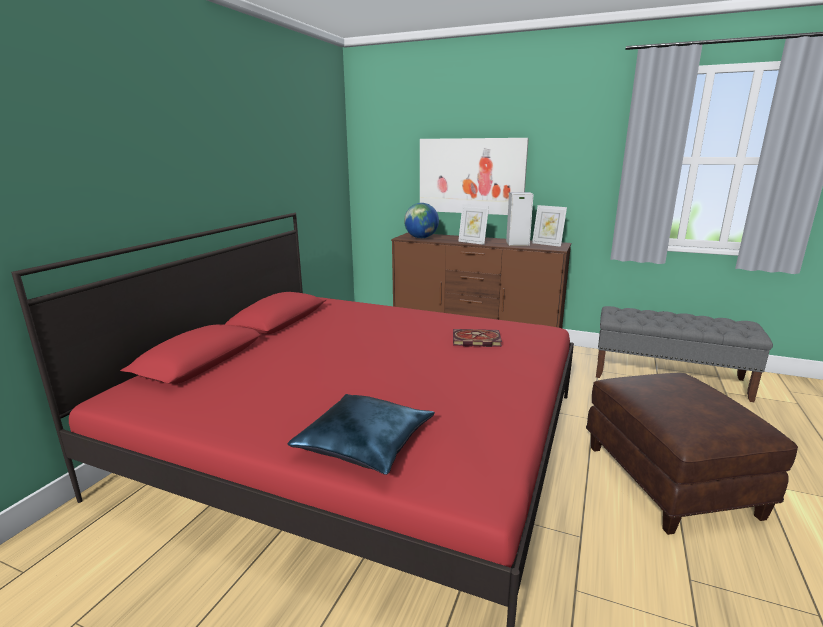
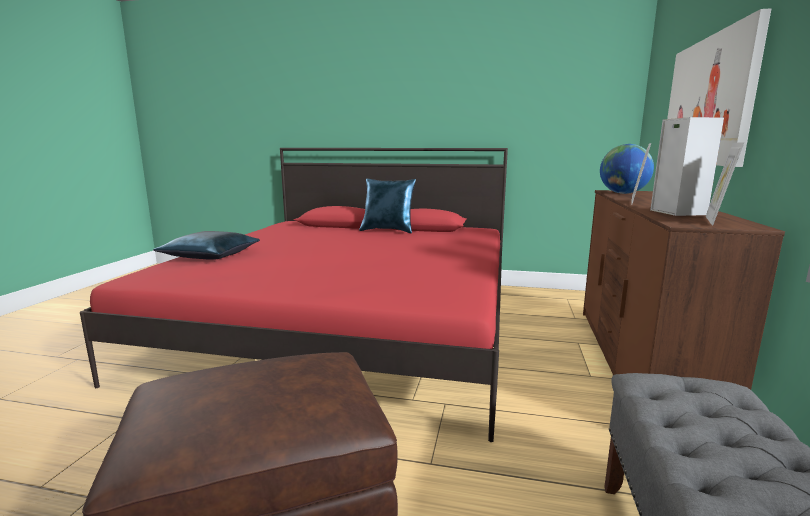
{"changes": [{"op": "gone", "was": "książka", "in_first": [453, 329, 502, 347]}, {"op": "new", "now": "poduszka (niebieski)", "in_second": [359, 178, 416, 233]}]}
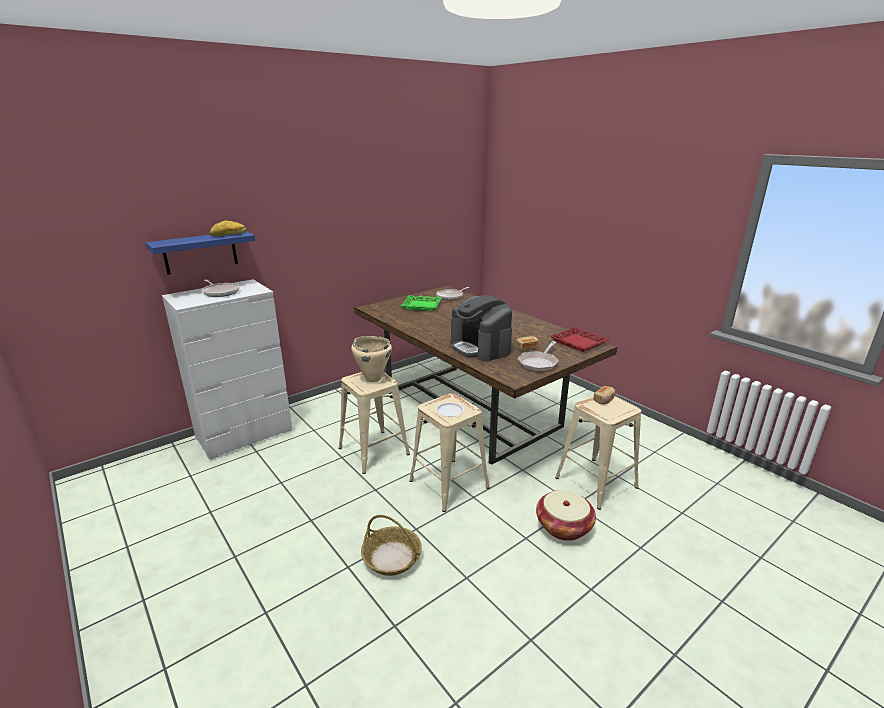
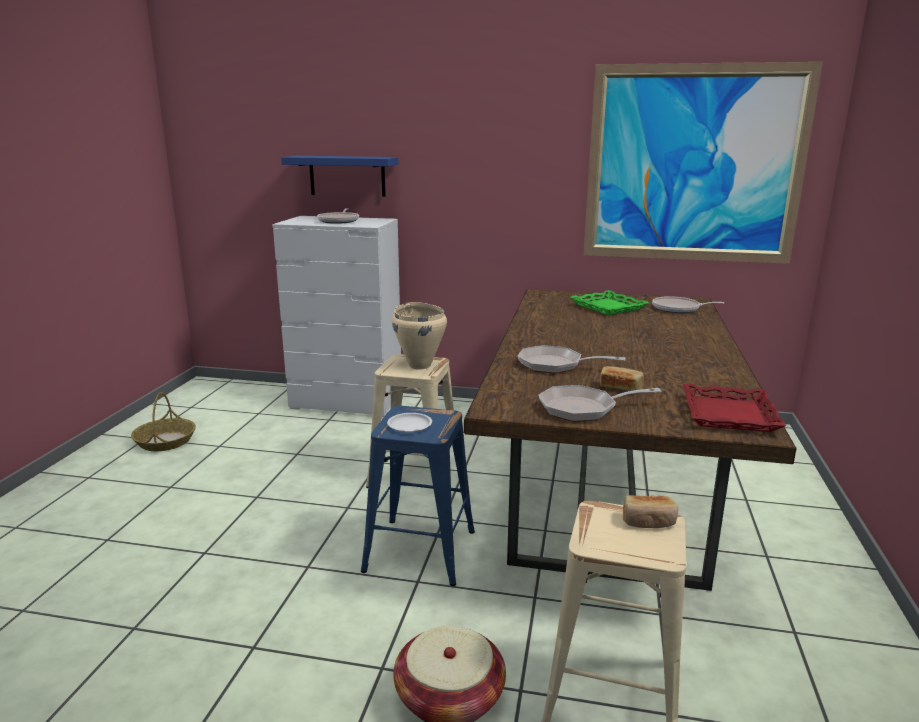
{"changes": [{"op": "gone", "was": "chleb", "in_first": [210, 220, 246, 237]}, {"op": "swapped", "was": "ekspres do kawy", "now": "patelnia", "in_first": [451, 295, 512, 362], "in_second": [518, 345, 625, 373]}, {"op": "repainted", "was": "stołek (beżowy)", "now": "stołek (niebieski)", "in_first": [409, 393, 490, 512], "in_second": [361, 406, 475, 586]}, {"op": "shifted", "was": "koszyk", "in_first": [361, 515, 422, 576], "in_second": [131, 392, 196, 451]}, {"op": "new", "now": "obraz", "in_second": [583, 62, 823, 264]}]}
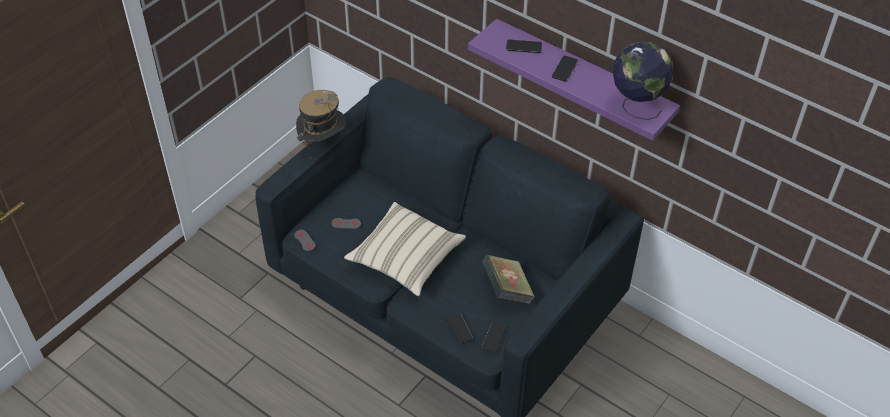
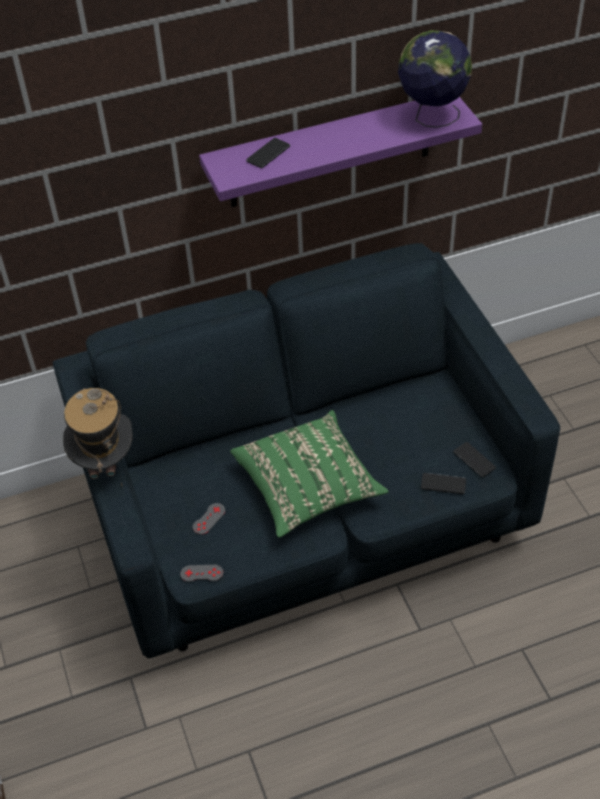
{"changes": [{"op": "gone", "was": "telefon", "in_first": [552, 55, 578, 82]}, {"op": "repainted", "was": "poduszka (beżowy)", "now": "poduszka (zielony)", "in_first": [344, 202, 466, 296], "in_second": [230, 410, 389, 538]}, {"op": "gone", "was": "książka", "in_first": [482, 255, 535, 304]}]}
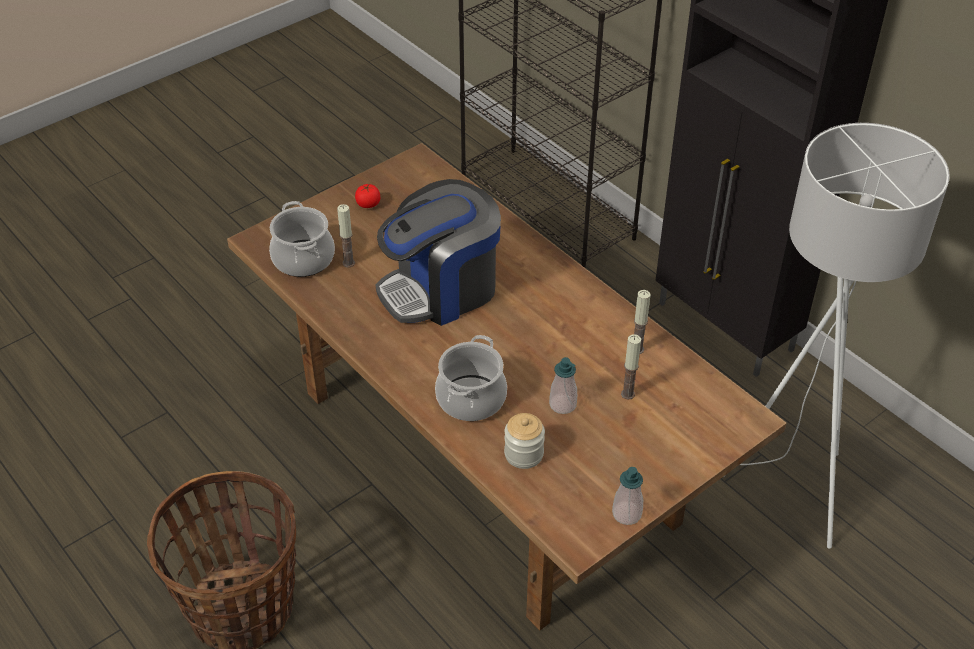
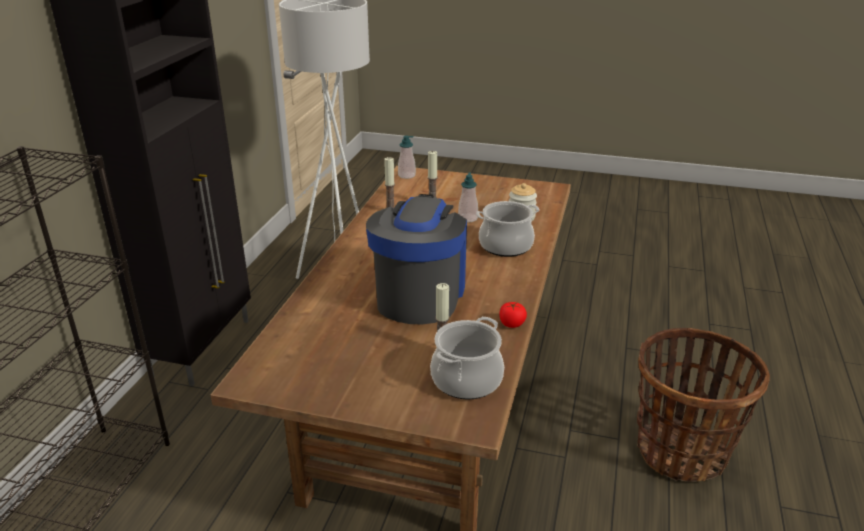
{"changes": [{"op": "rotated", "was": "ekspres do kawy", "in_first": [376, 179, 501, 326], "in_second": [366, 194, 467, 324], "clockwise": -105}, {"op": "shifted", "was": "pomidor", "in_first": [355, 184, 380, 208], "in_second": [499, 302, 527, 328]}, {"op": "shifted", "was": "dozownik mydła", "in_first": [612, 467, 643, 525], "in_second": [398, 136, 416, 179]}]}
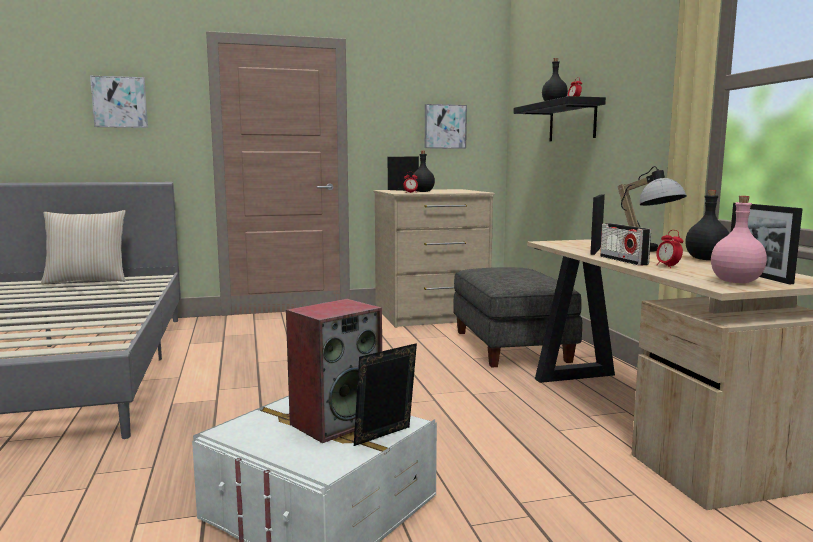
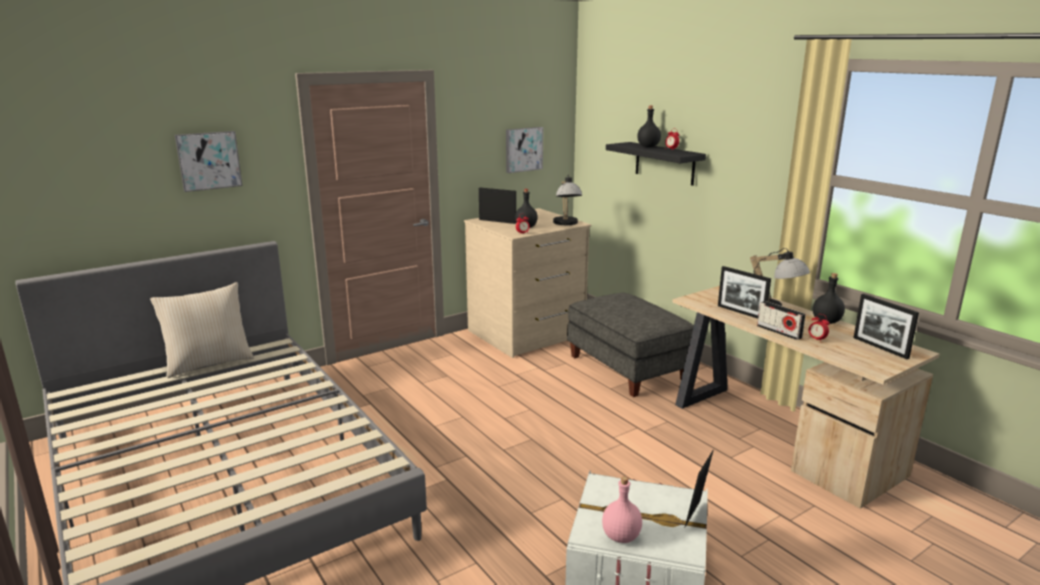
{"changes": [{"op": "rotated", "was": "ramka na zdjęcie", "in_first": [590, 194, 605, 255], "in_second": [718, 266, 771, 319], "clockwise": -45}, {"op": "shifted", "was": "butelka (różowy)", "in_first": [711, 196, 767, 283], "in_second": [602, 476, 642, 543]}, {"op": "gone", "was": "głośnik", "in_first": [286, 299, 382, 443]}, {"op": "new", "now": "lampa stołowa", "in_second": [553, 174, 582, 225]}]}
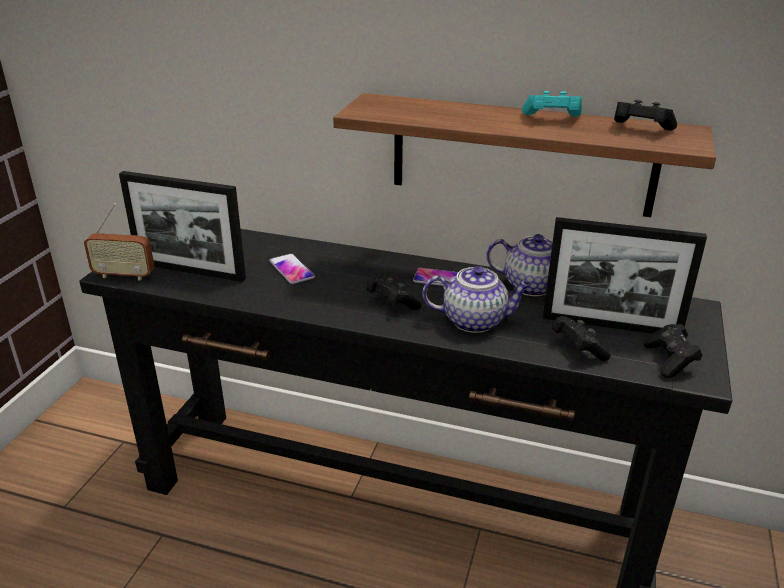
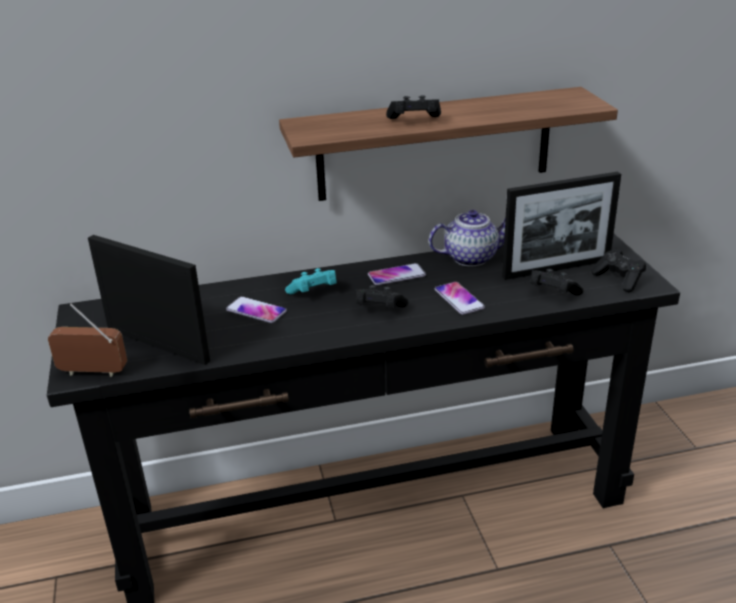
{"changes": [{"op": "shifted", "was": "pad do gier (turkusowy)", "in_first": [522, 91, 582, 117], "in_second": [285, 268, 337, 294]}, {"op": "shifted", "was": "pad do gier (czarny)", "in_first": [614, 100, 677, 131], "in_second": [386, 95, 441, 119]}, {"op": "rotated", "was": "ramka na zdjęcie", "in_first": [119, 171, 246, 282], "in_second": [88, 235, 210, 365], "clockwise": -135}, {"op": "rotated", "was": "radio", "in_first": [84, 203, 154, 281], "in_second": [48, 304, 127, 377], "clockwise": -150}, {"op": "swapped", "was": "imbryk", "now": "telefon", "in_first": [423, 266, 532, 333], "in_second": [435, 282, 485, 315]}]}
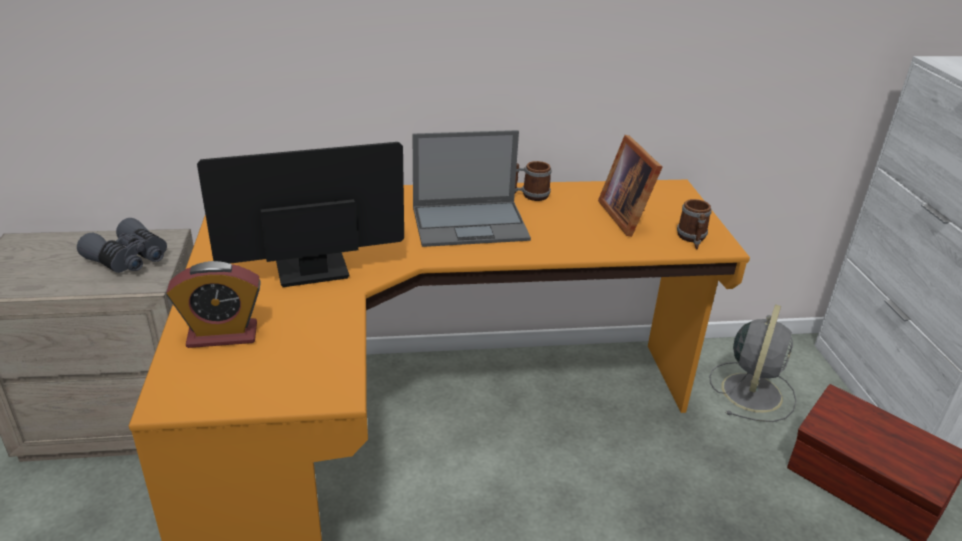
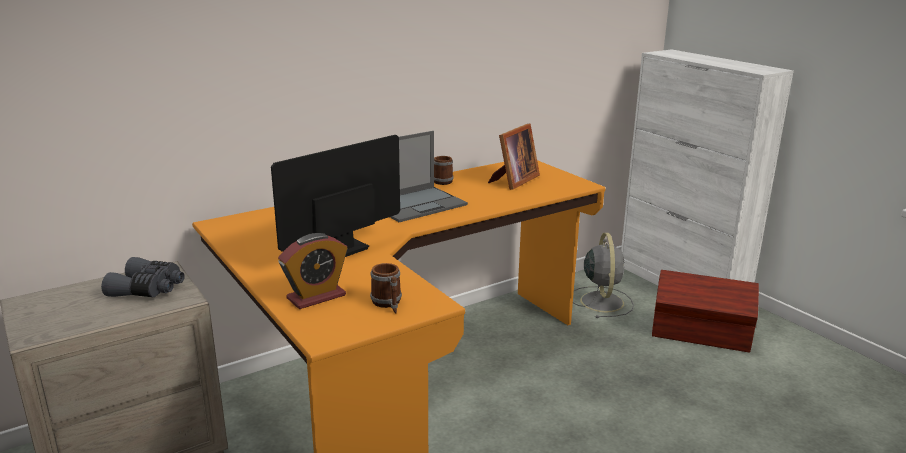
{"changes": [{"op": "rotated", "was": "ramka na zdjęcie", "in_first": [598, 135, 663, 237], "in_second": [488, 124, 540, 190], "clockwise": -105}, {"op": "shifted", "was": "kubek", "in_first": [677, 199, 712, 249], "in_second": [370, 263, 402, 313]}]}
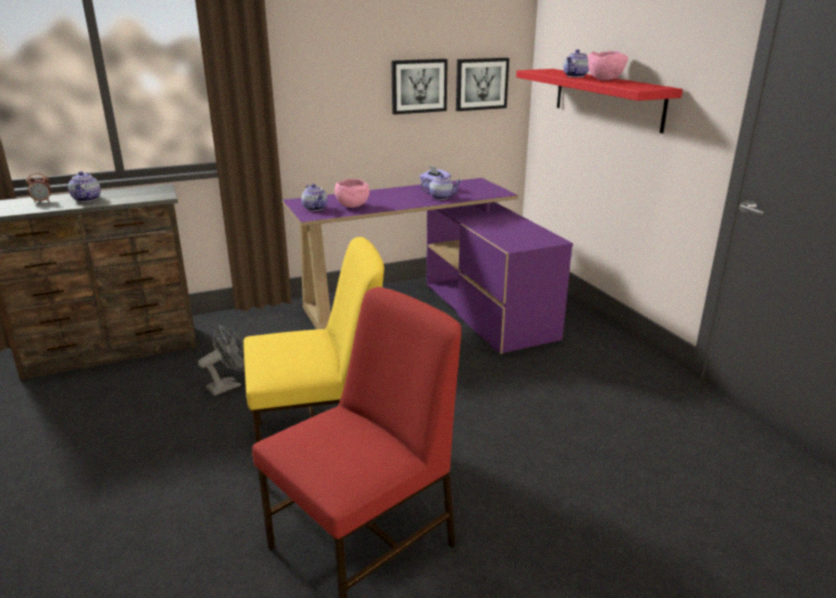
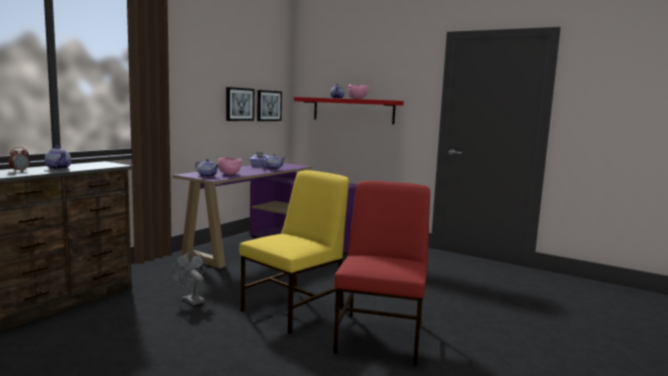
{"changes": [{"op": "rotated", "was": "wentylator (szary)", "in_first": [198, 326, 245, 396], "in_second": [170, 252, 205, 305], "clockwise": -60}]}
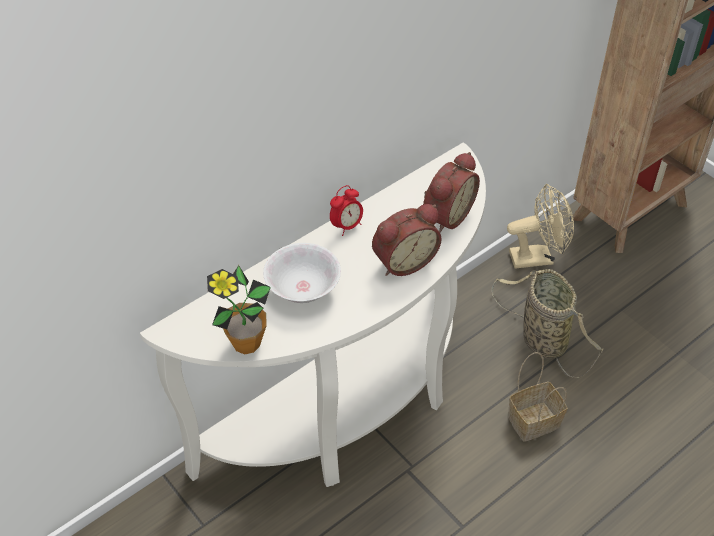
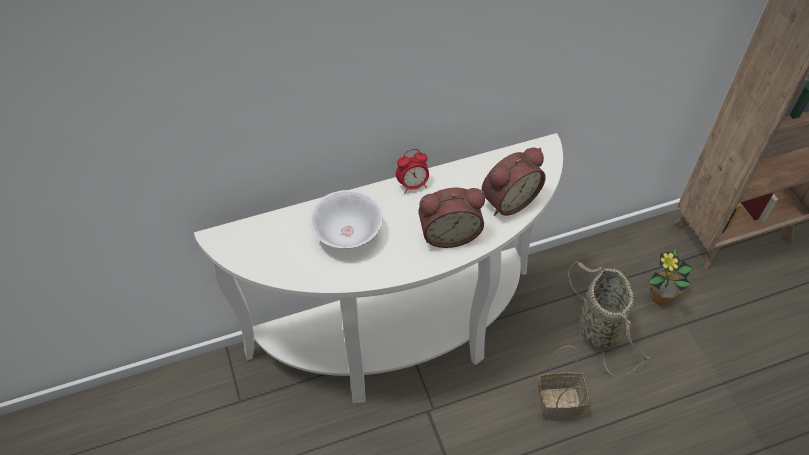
{"changes": [{"op": "gone", "was": "wentylator (beżowy)", "in_first": [507, 184, 574, 269]}, {"op": "shifted", "was": "roślina doniczkowa", "in_first": [207, 265, 271, 354], "in_second": [648, 248, 692, 306]}]}
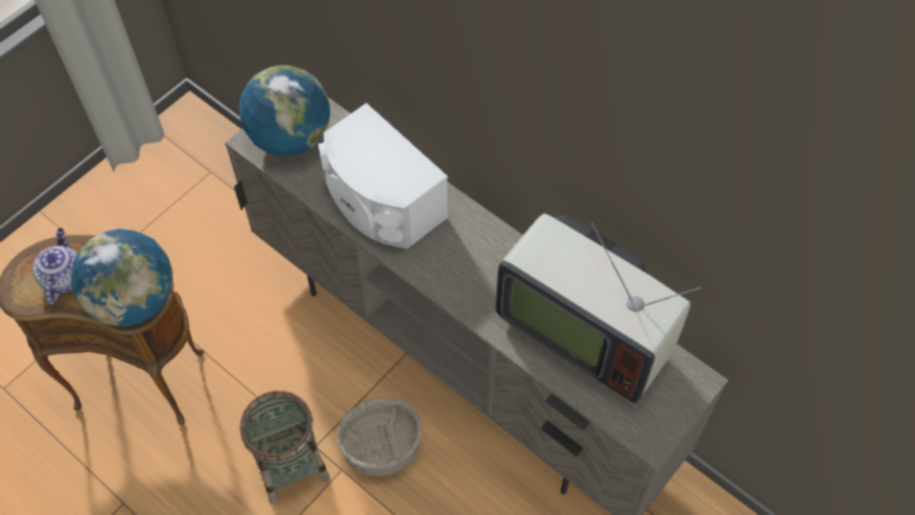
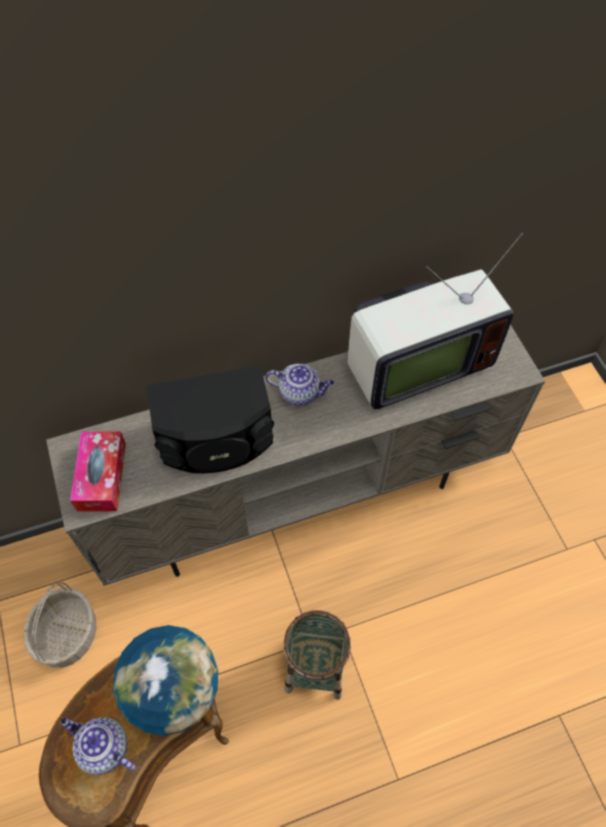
{"changes": [{"op": "swapped", "was": "globus", "now": "pudełko chusteczek", "in_first": [239, 65, 330, 156], "in_second": [70, 431, 126, 512]}, {"op": "repainted", "was": "głośnik (biały)", "now": "głośnik (czarny)", "in_first": [318, 103, 448, 249], "in_second": [146, 365, 274, 474]}, {"op": "shifted", "was": "koszyk", "in_first": [337, 397, 423, 477], "in_second": [24, 582, 97, 668]}, {"op": "new", "now": "imbryk", "in_second": [265, 364, 334, 406]}]}
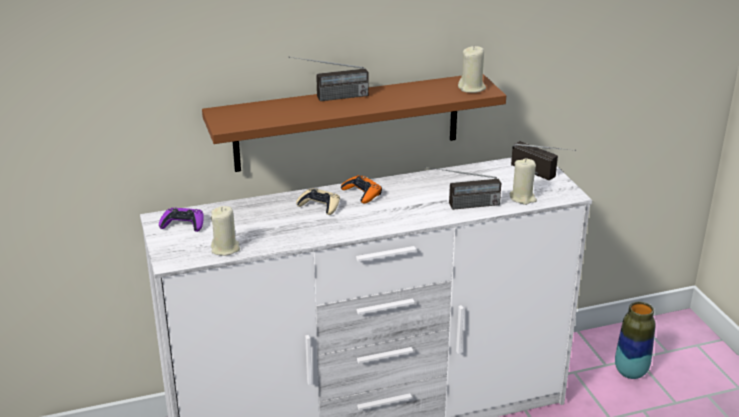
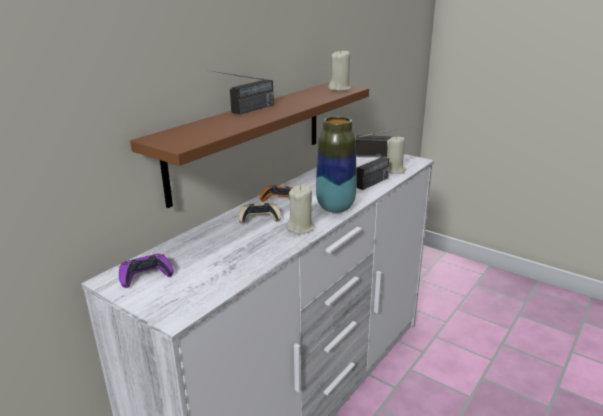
{"changes": [{"op": "shifted", "was": "świeca (beżowy)", "in_first": [211, 206, 240, 256], "in_second": [286, 185, 314, 234]}, {"op": "shifted", "was": "wazon", "in_first": [615, 302, 656, 379], "in_second": [316, 117, 357, 213]}]}
